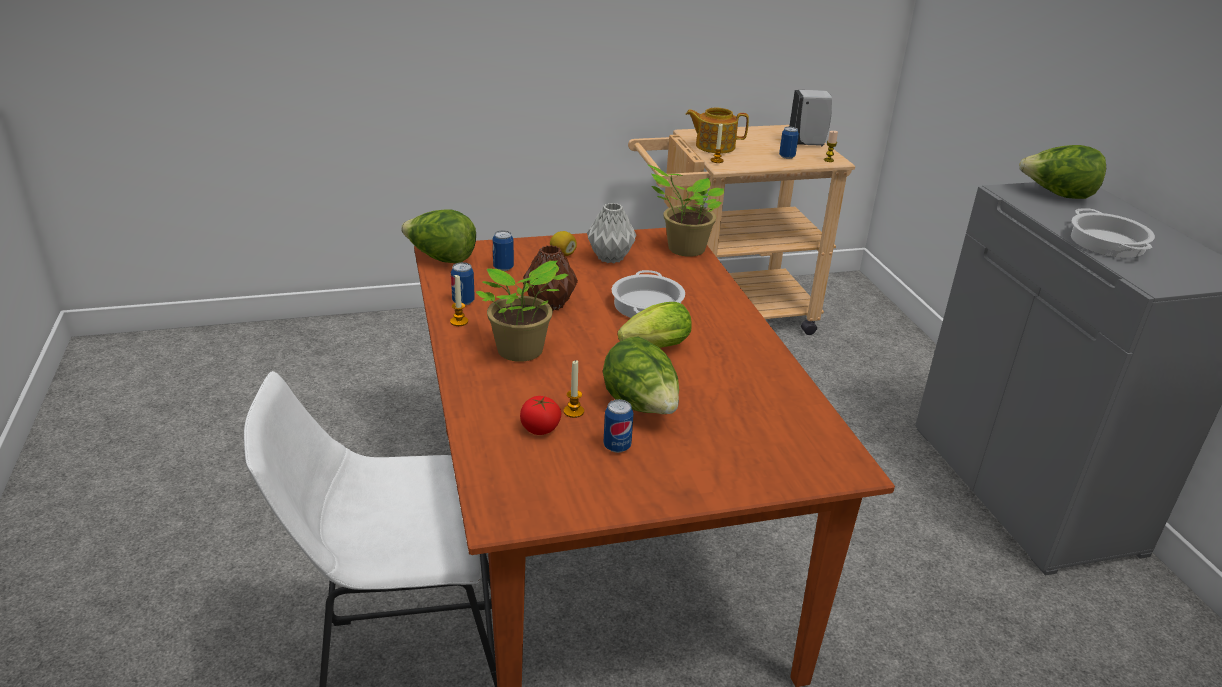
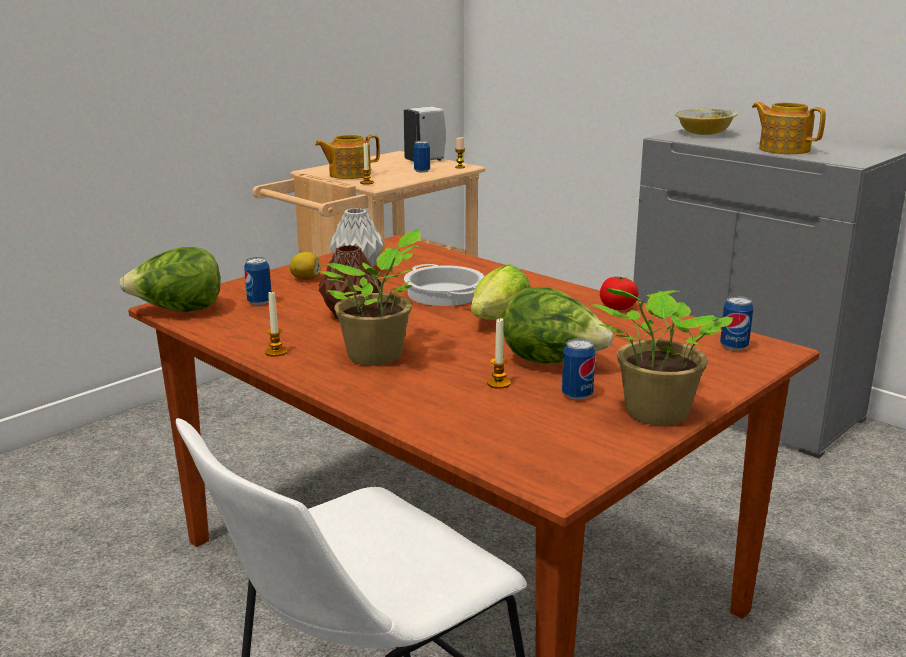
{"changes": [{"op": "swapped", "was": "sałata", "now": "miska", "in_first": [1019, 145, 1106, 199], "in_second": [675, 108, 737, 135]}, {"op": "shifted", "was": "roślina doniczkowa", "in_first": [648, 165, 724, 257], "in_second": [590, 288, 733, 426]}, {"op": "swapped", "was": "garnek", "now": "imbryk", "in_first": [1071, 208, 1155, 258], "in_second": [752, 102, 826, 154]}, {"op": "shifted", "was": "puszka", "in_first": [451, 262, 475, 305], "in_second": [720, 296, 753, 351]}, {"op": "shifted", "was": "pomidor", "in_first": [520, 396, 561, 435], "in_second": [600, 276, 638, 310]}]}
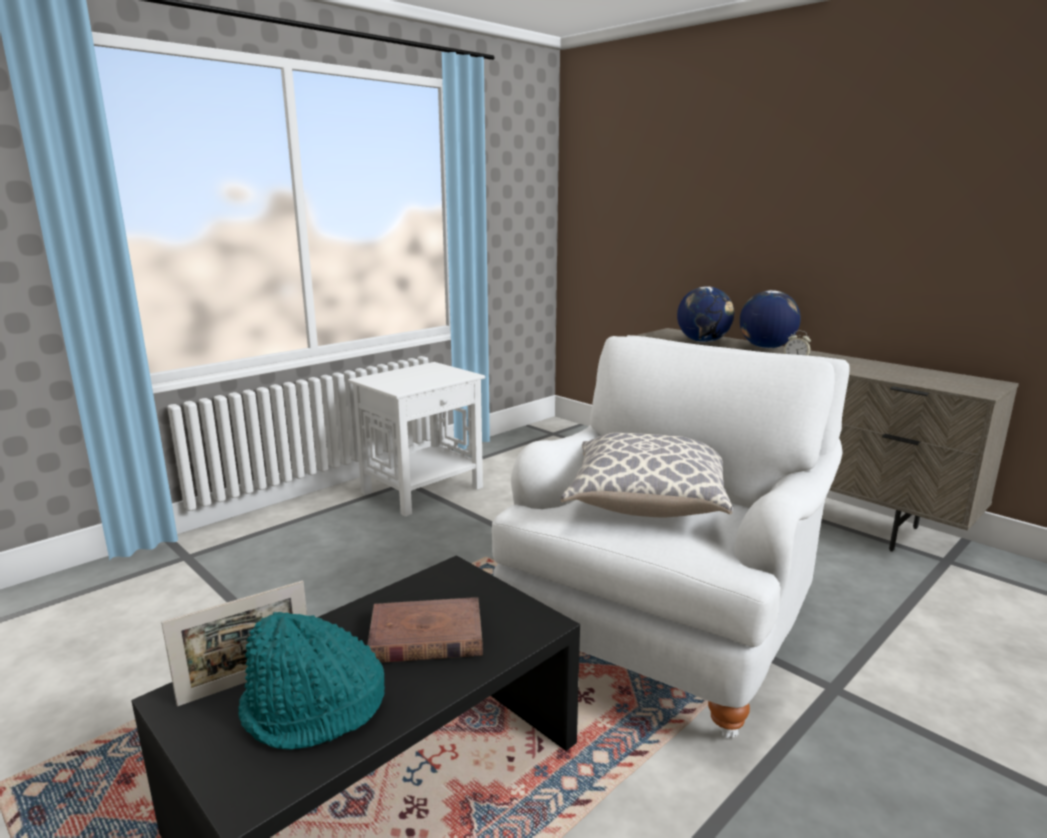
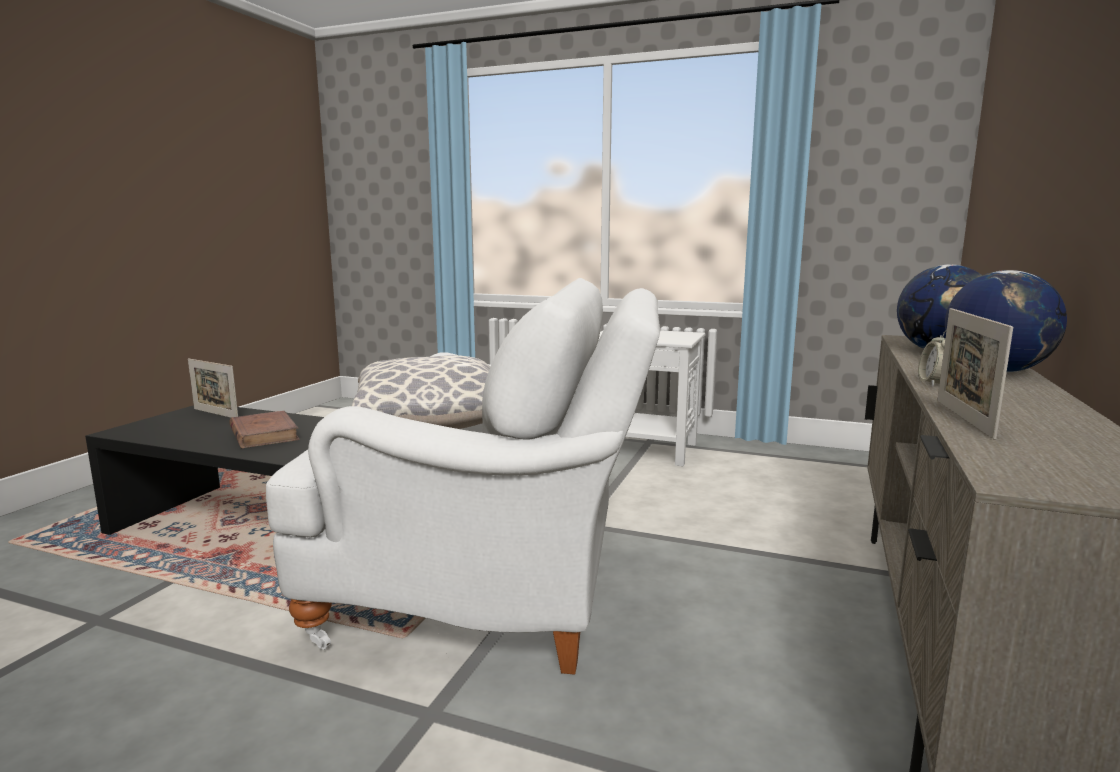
{"changes": [{"op": "gone", "was": "kapelusz (turkusowy)", "in_first": [238, 612, 385, 750]}, {"op": "new", "now": "ramka na zdjęcie", "in_second": [937, 308, 1013, 439]}]}
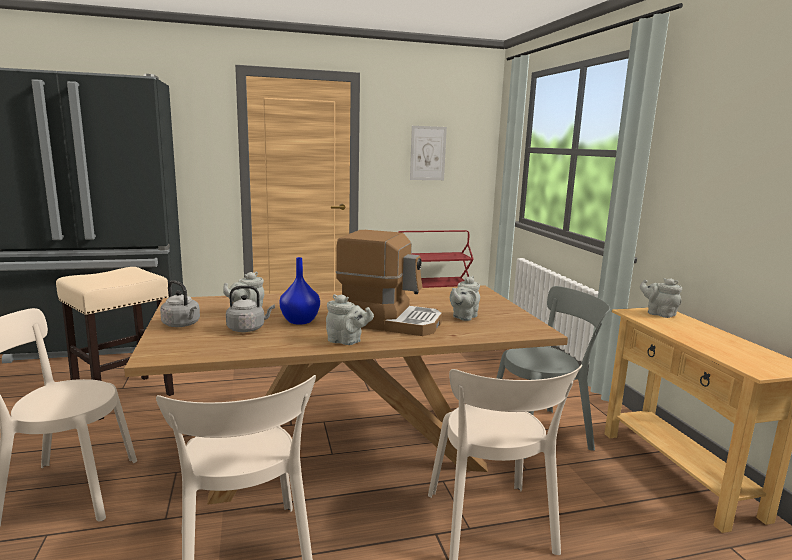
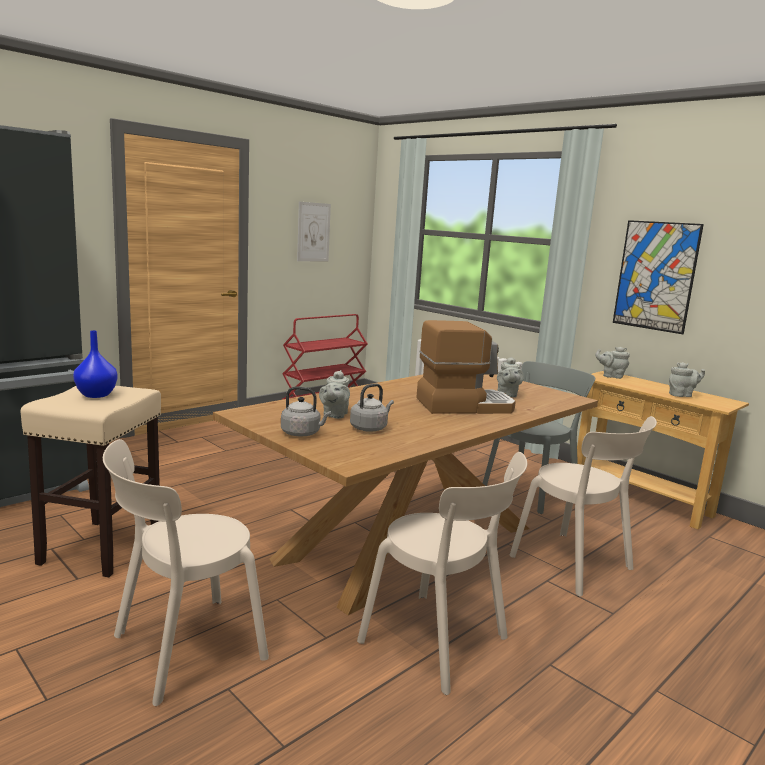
{"changes": [{"op": "shifted", "was": "wazon (niebieski)", "in_first": [279, 257, 320, 325], "in_second": [73, 330, 117, 398]}, {"op": "shifted", "was": "imbryk (szary)", "in_first": [326, 294, 374, 345], "in_second": [669, 362, 705, 397]}, {"op": "new", "now": "obraz", "in_second": [613, 220, 704, 334]}]}
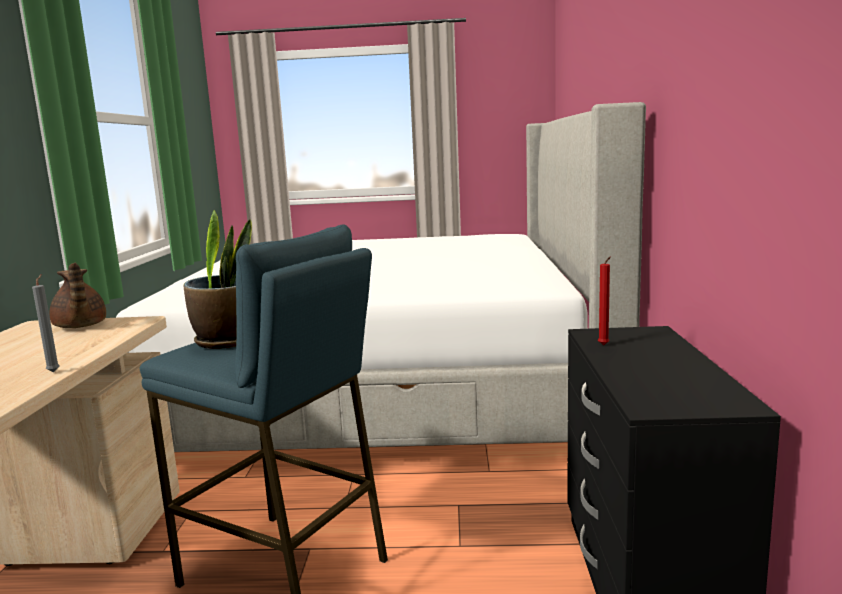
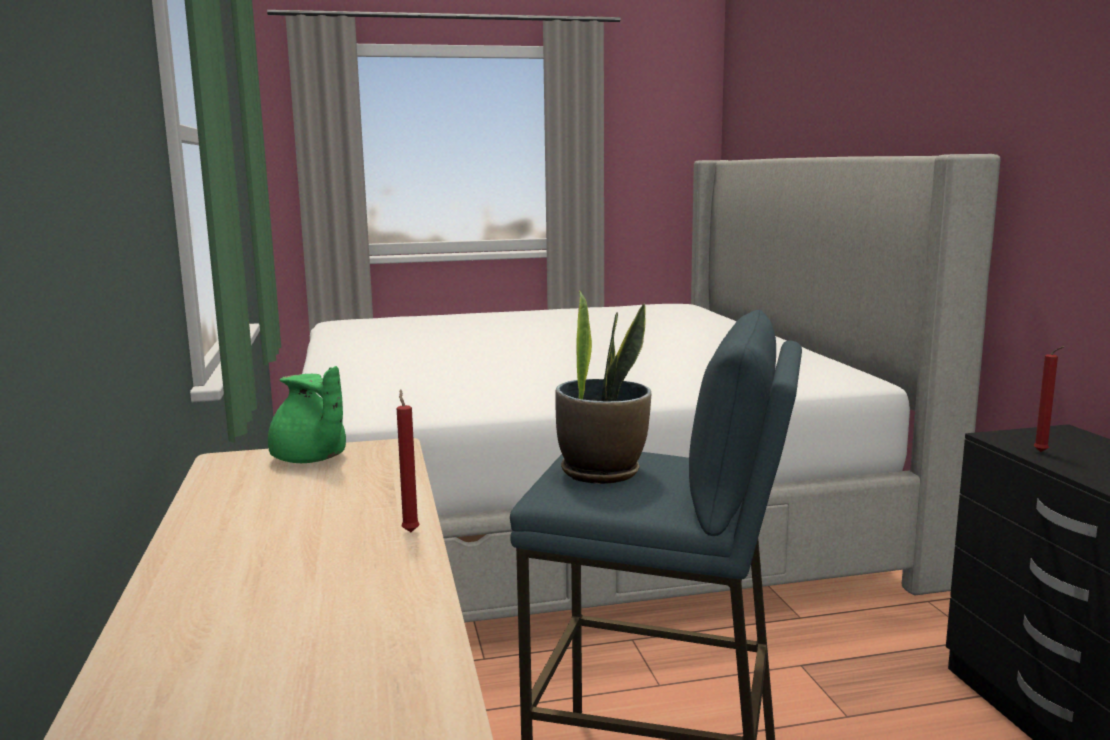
{"changes": [{"op": "repainted", "was": "imbryk (brązowy)", "now": "imbryk (zielony)", "in_first": [49, 263, 106, 328], "in_second": [268, 366, 346, 463]}, {"op": "repainted", "was": "świeca (szary)", "now": "świeca (czerwony)", "in_first": [32, 274, 59, 372], "in_second": [396, 389, 419, 532]}]}
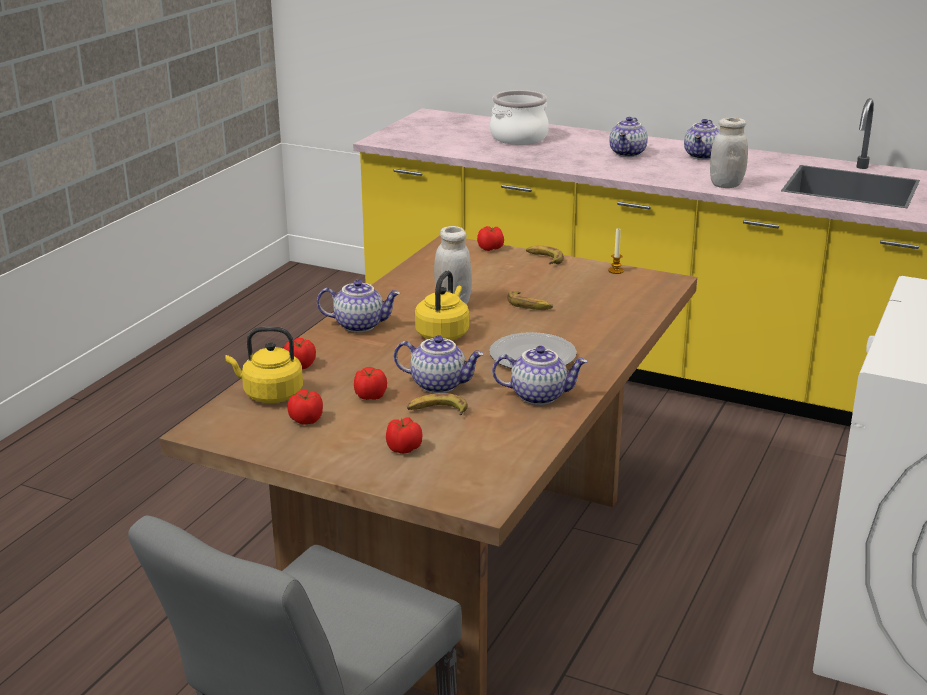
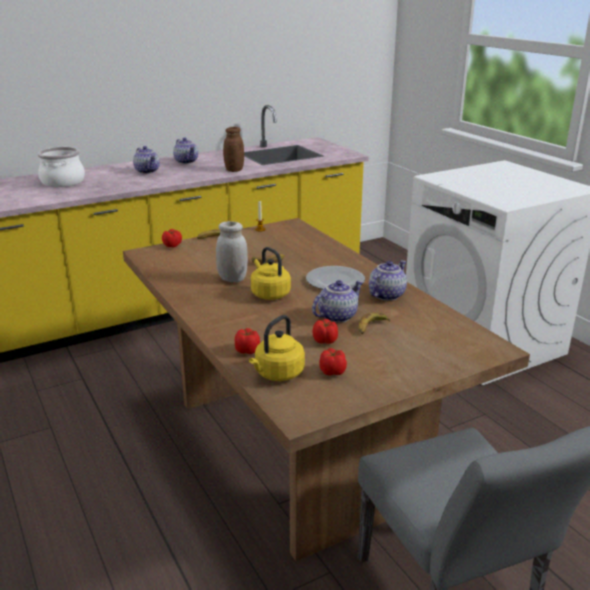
{"changes": [{"op": "repainted", "was": "słoik (biały)", "now": "słoik (brązowy)", "in_first": [710, 118, 748, 188], "in_second": [223, 127, 244, 172]}, {"op": "gone", "was": "imbryk", "in_first": [317, 280, 400, 333]}, {"op": "gone", "was": "pomidor", "in_first": [386, 417, 423, 454]}]}
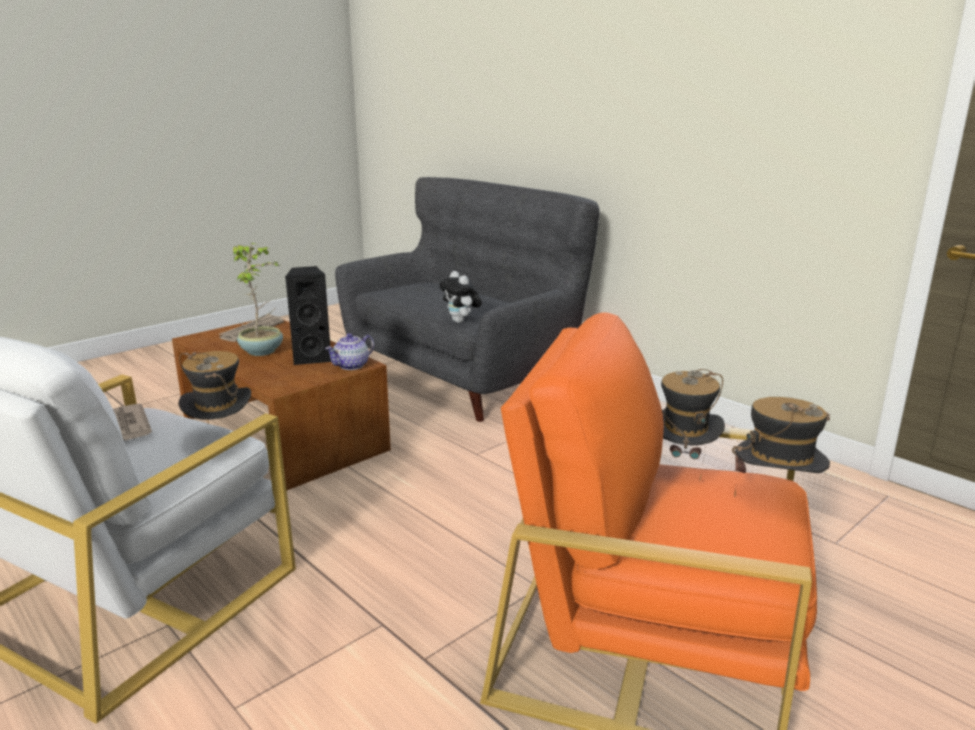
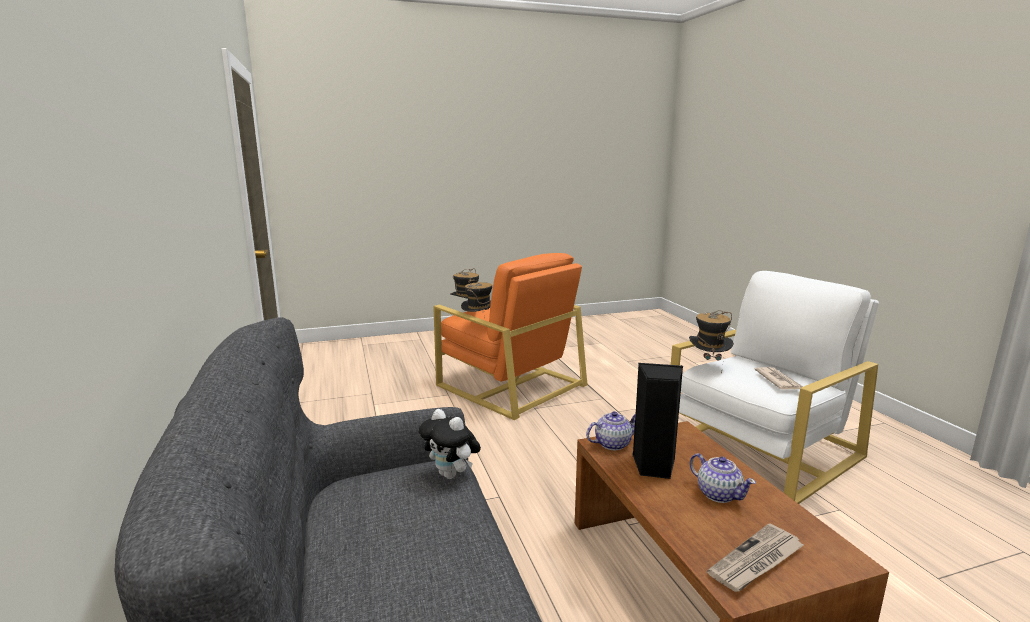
{"changes": [{"op": "swapped", "was": "roślina doniczkowa", "now": "imbryk", "in_first": [233, 243, 283, 356], "in_second": [689, 453, 756, 503]}, {"op": "rotated", "was": "pluszak", "in_first": [439, 271, 482, 323], "in_second": [419, 409, 481, 479], "clockwise": 135}]}
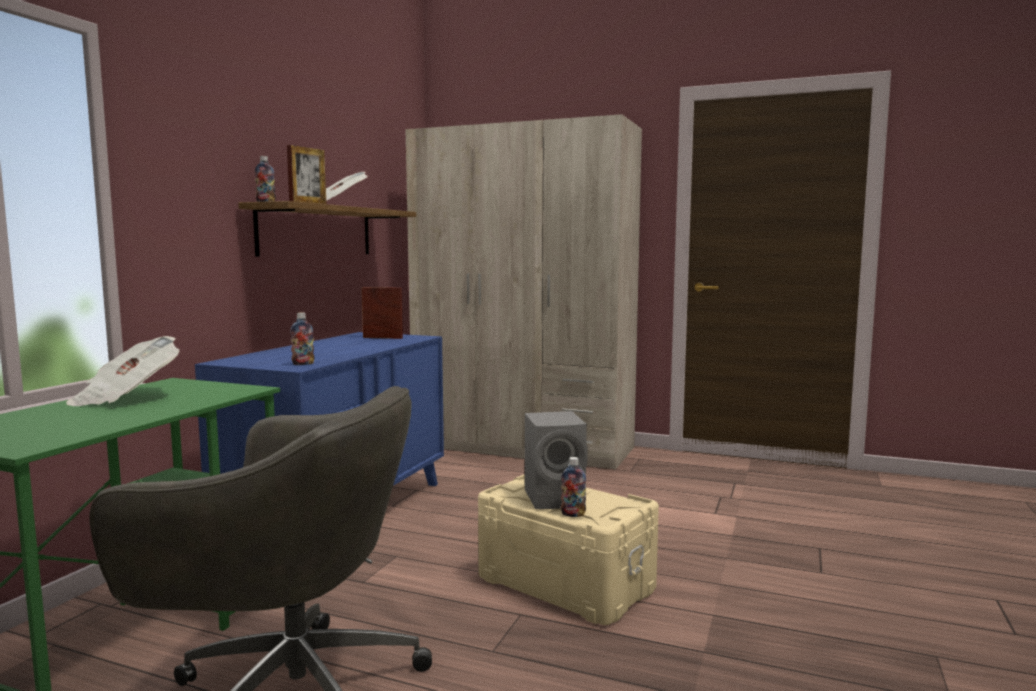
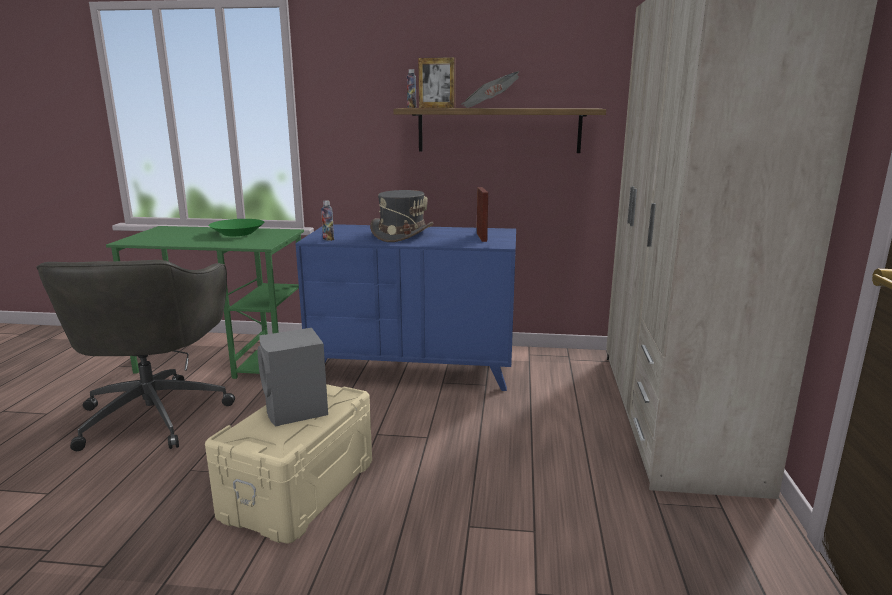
{"changes": [{"op": "swapped", "was": "gazeta", "now": "miska (zielony)", "in_first": [66, 336, 180, 406], "in_second": [208, 219, 264, 236]}, {"op": "gone", "was": "butelka", "in_first": [561, 457, 586, 517]}, {"op": "new", "now": "kapelusz (szary)", "in_second": [370, 190, 434, 242]}]}
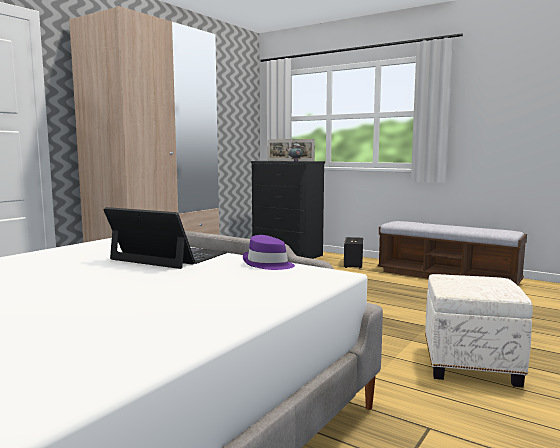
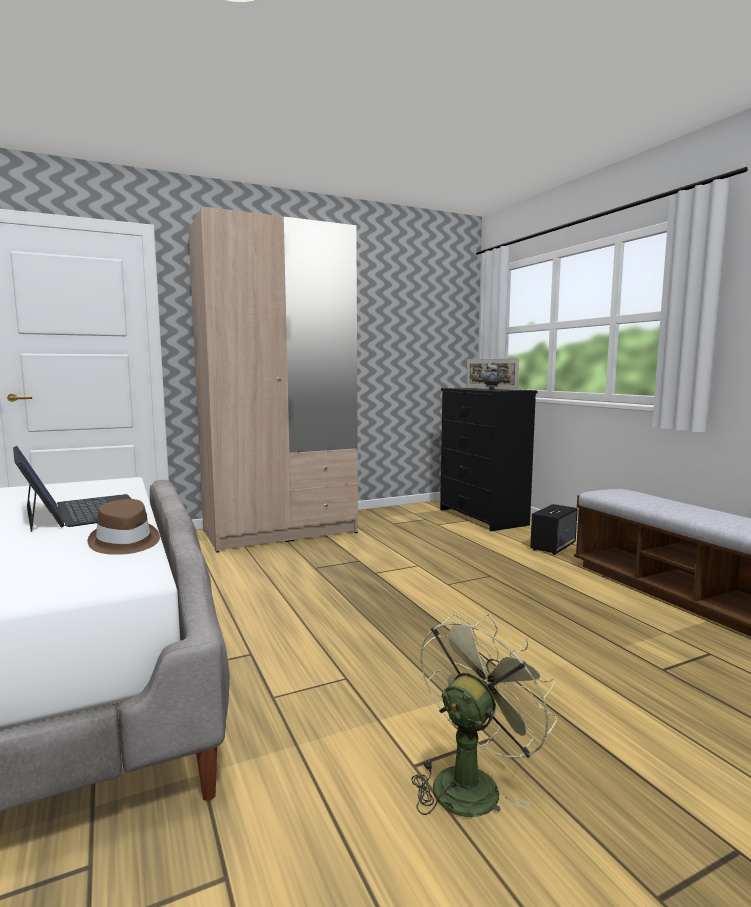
{"changes": [{"op": "repainted", "was": "kapelusz (fioletowy)", "now": "kapelusz (brązowy)", "in_first": [243, 235, 295, 270], "in_second": [87, 499, 160, 555]}, {"op": "swapped", "was": "pufa (biały)", "now": "wentylator (zielony)", "in_first": [425, 274, 533, 387], "in_second": [411, 614, 557, 817]}]}
